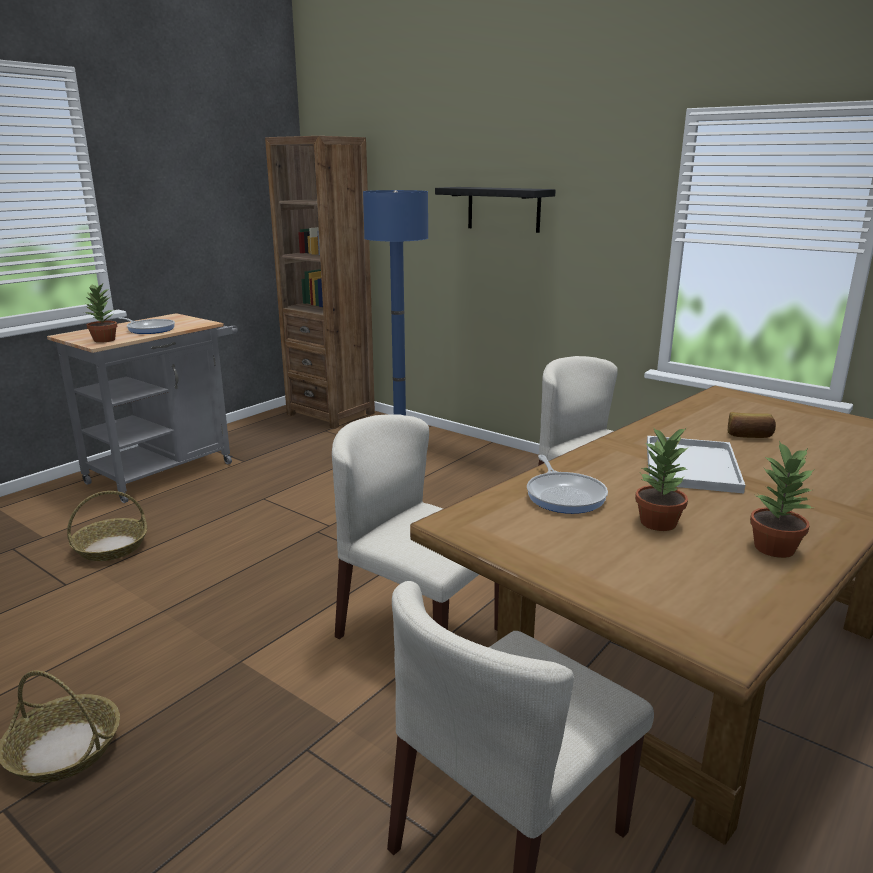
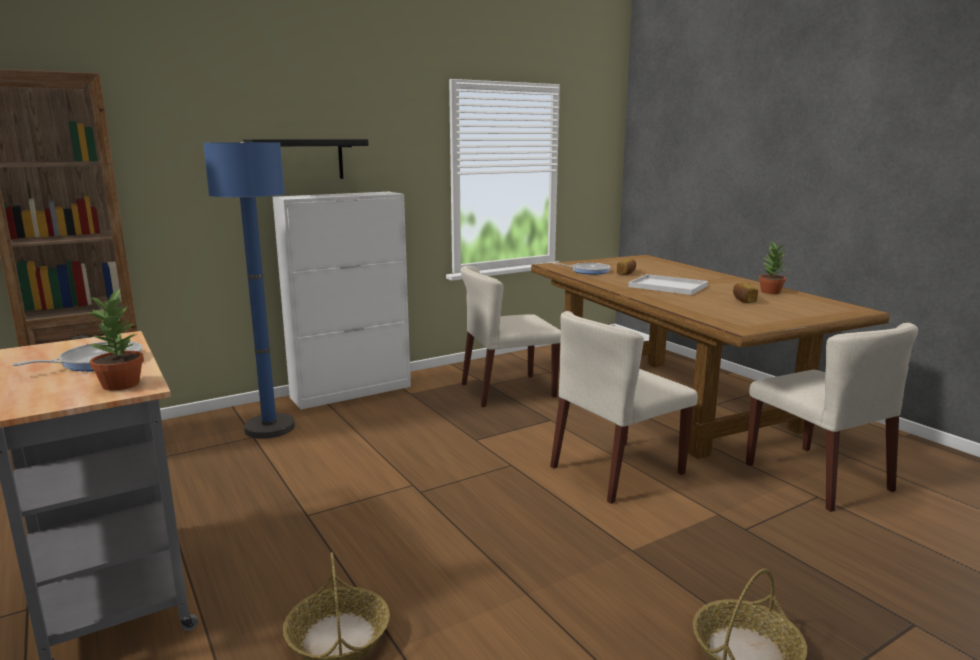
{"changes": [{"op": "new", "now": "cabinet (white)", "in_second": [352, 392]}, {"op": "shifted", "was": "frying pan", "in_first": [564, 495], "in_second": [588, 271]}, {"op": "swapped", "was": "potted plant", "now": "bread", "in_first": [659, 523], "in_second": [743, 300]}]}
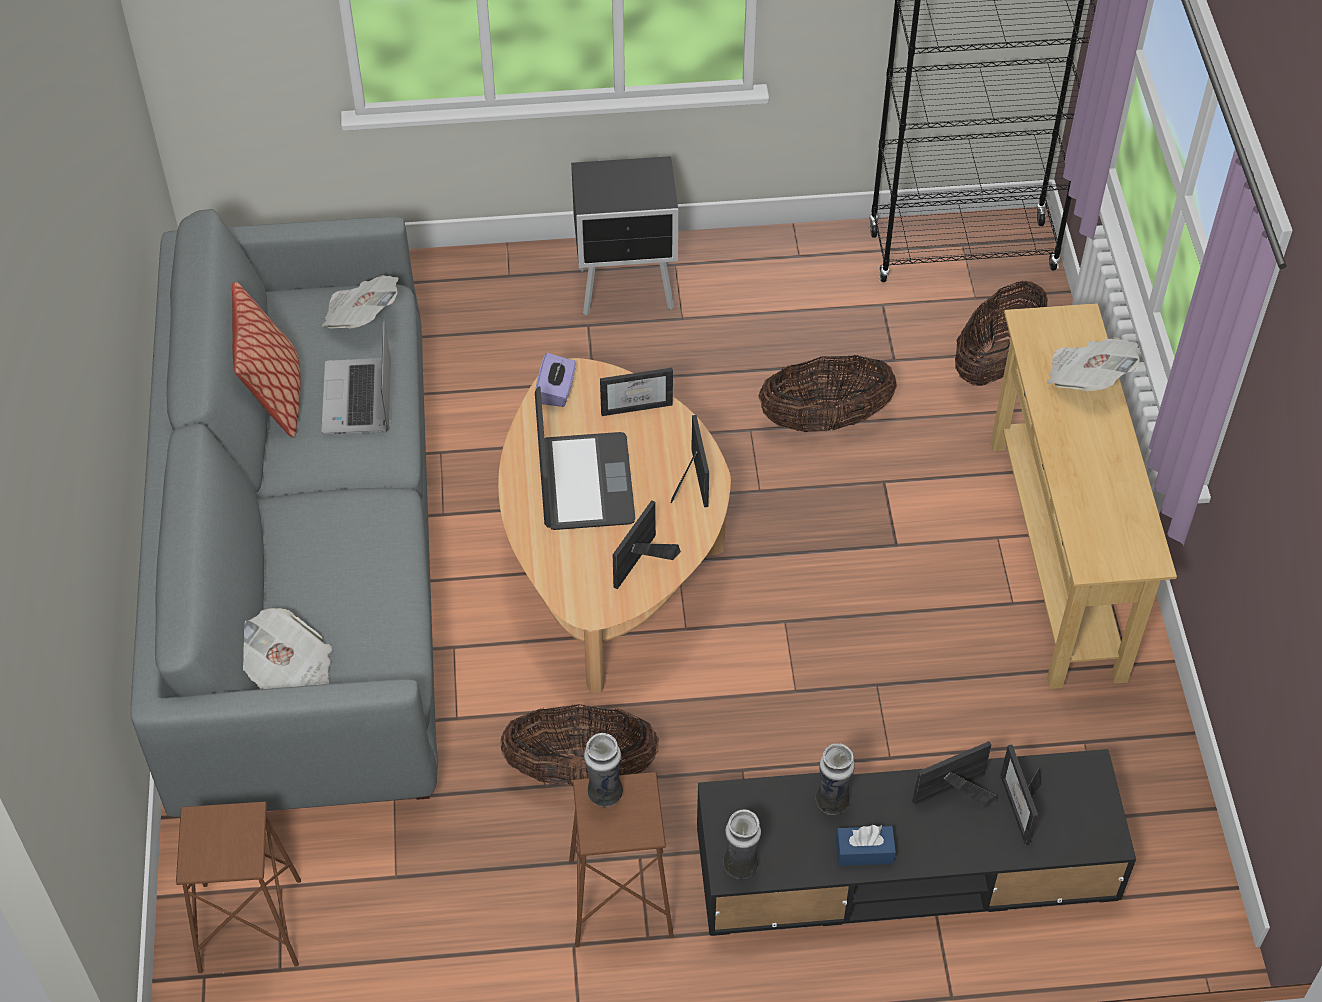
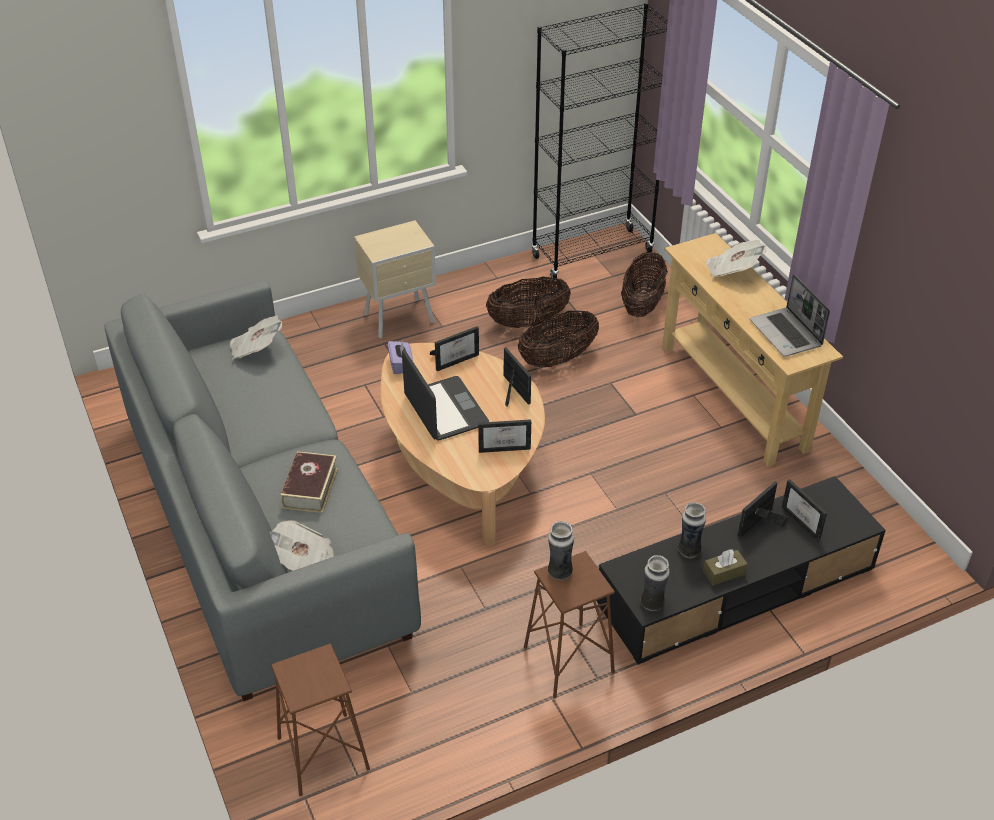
{"changes": [{"op": "gone", "was": "pillow", "in_first": [275, 396]}, {"op": "new", "now": "book", "in_second": [310, 488]}, {"op": "shifted", "was": "laptop", "in_first": [359, 399], "in_second": [786, 334]}, {"op": "shifted", "was": "basket", "in_first": [581, 770], "in_second": [528, 322]}, {"op": "repainted", "was": "nightstand (black)", "now": "nightstand (beige)", "in_first": [628, 290], "in_second": [401, 319]}, {"op": "repainted", "was": "tissue box (blue)", "now": "tissue box (brown)", "in_first": [864, 851], "in_second": [724, 573]}, {"op": "rotated", "was": "picture frame", "in_first": [640, 565], "in_second": [505, 446], "clockwise": -105}]}
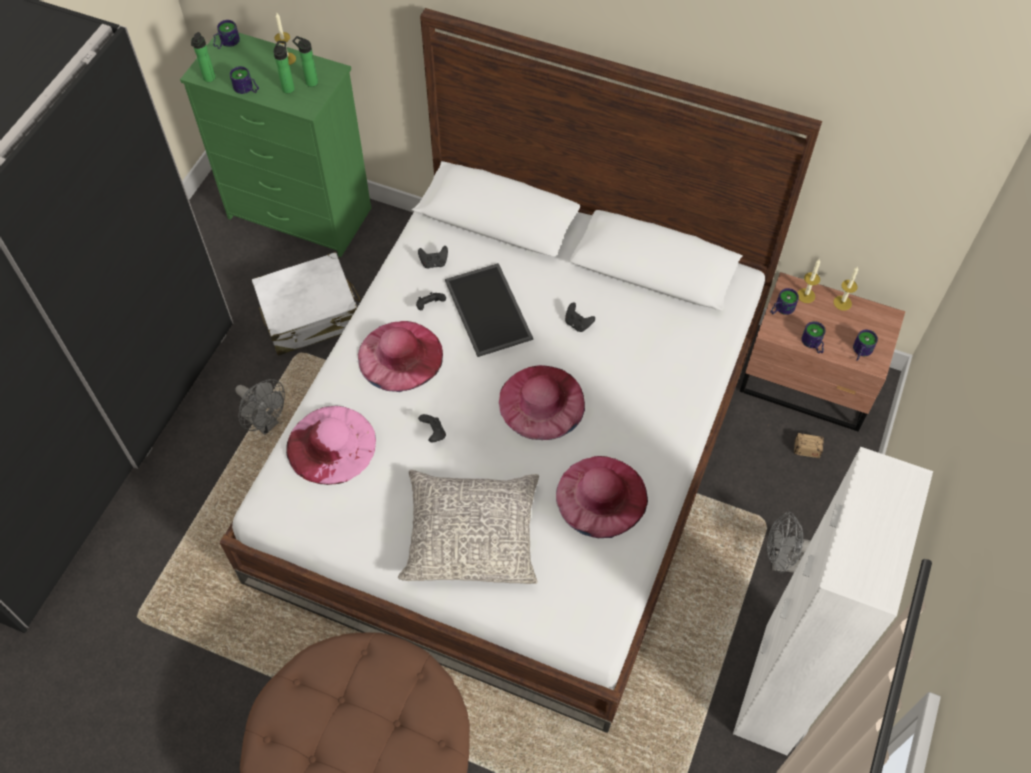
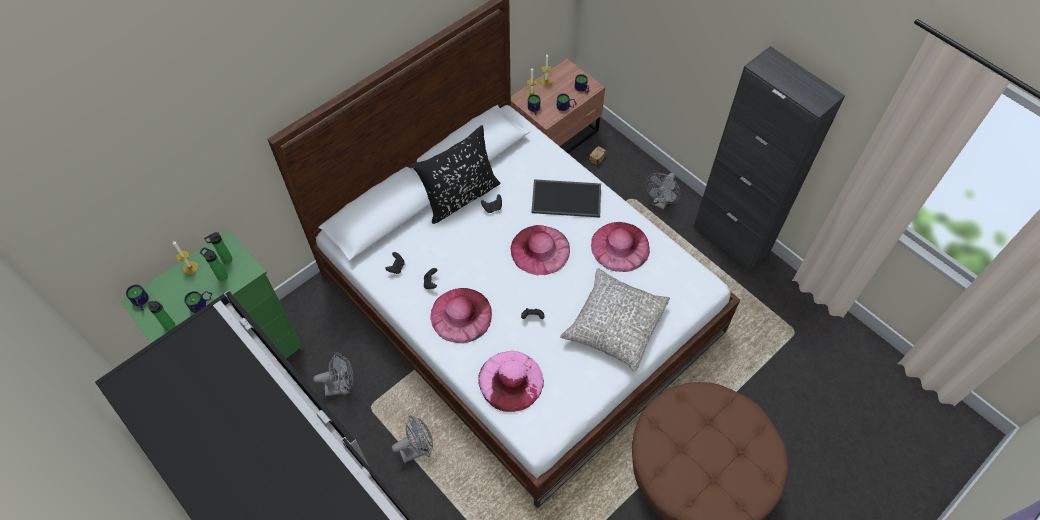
{"changes": [{"op": "new", "now": "pillow (black)", "in_second": [460, 196]}, {"op": "shifted", "was": "tray", "in_first": [490, 310], "in_second": [567, 198]}, {"op": "swapped", "was": "suitcase (white)", "now": "fan (grey)", "in_first": [310, 314], "in_second": [342, 387]}, {"op": "repainted", "was": "cabinet (white)", "now": "cabinet (black)", "in_first": [776, 687], "in_second": [731, 239]}]}
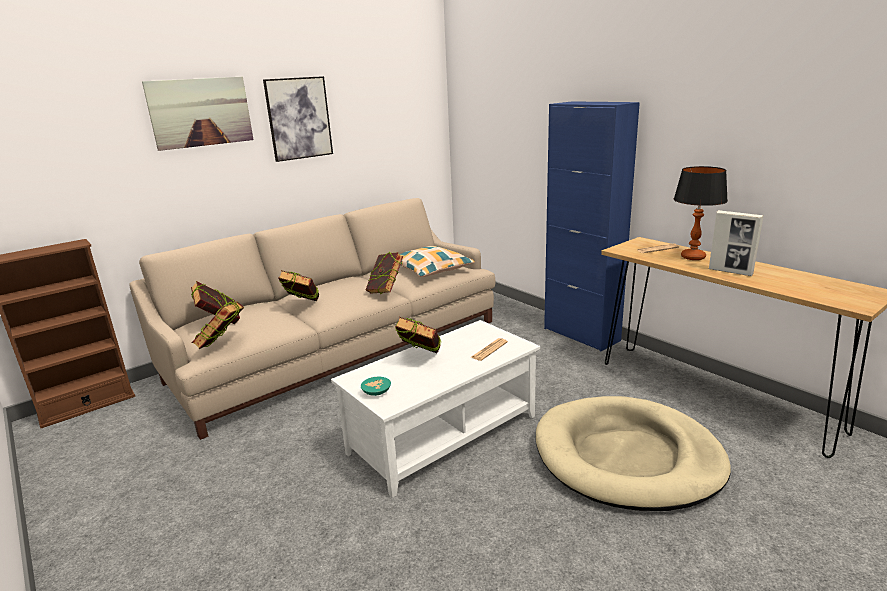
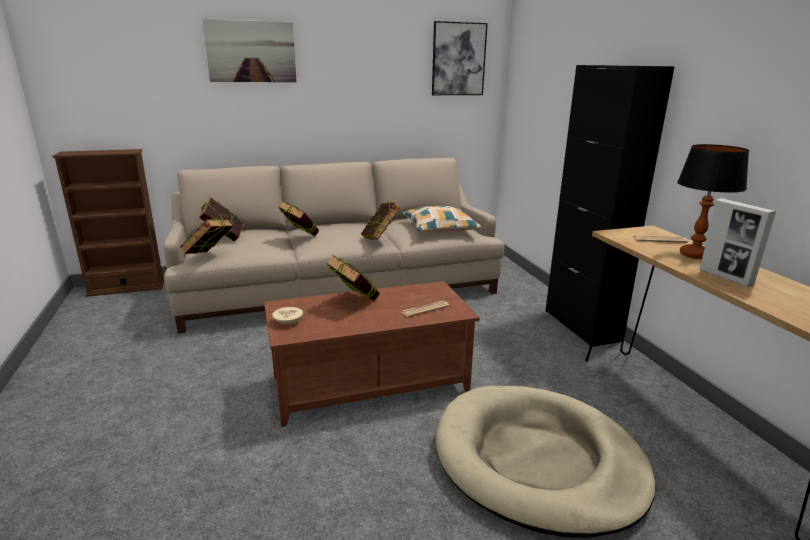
{"changes": [{"op": "shifted", "was": "picture", "in_first": [299, 118], "in_second": [458, 59]}, {"op": "repainted", "was": "coffee table (white)", "now": "coffee table (brown)", "in_first": [443, 434], "in_second": [370, 383]}, {"op": "repainted", "was": "bowl (turquoise)", "now": "bowl (beige)", "in_first": [375, 392], "in_second": [287, 321]}, {"op": "repainted", "was": "cabinet (blue)", "now": "cabinet (black)", "in_first": [581, 334], "in_second": [581, 325]}]}
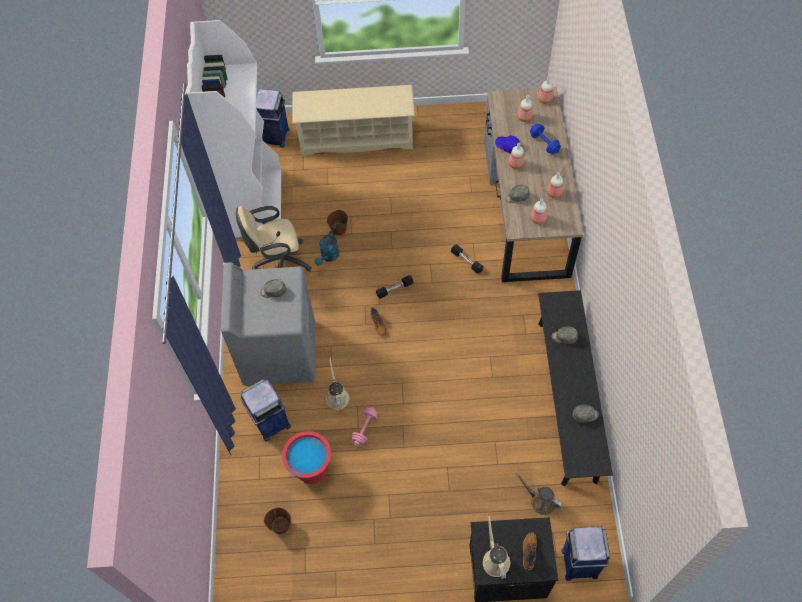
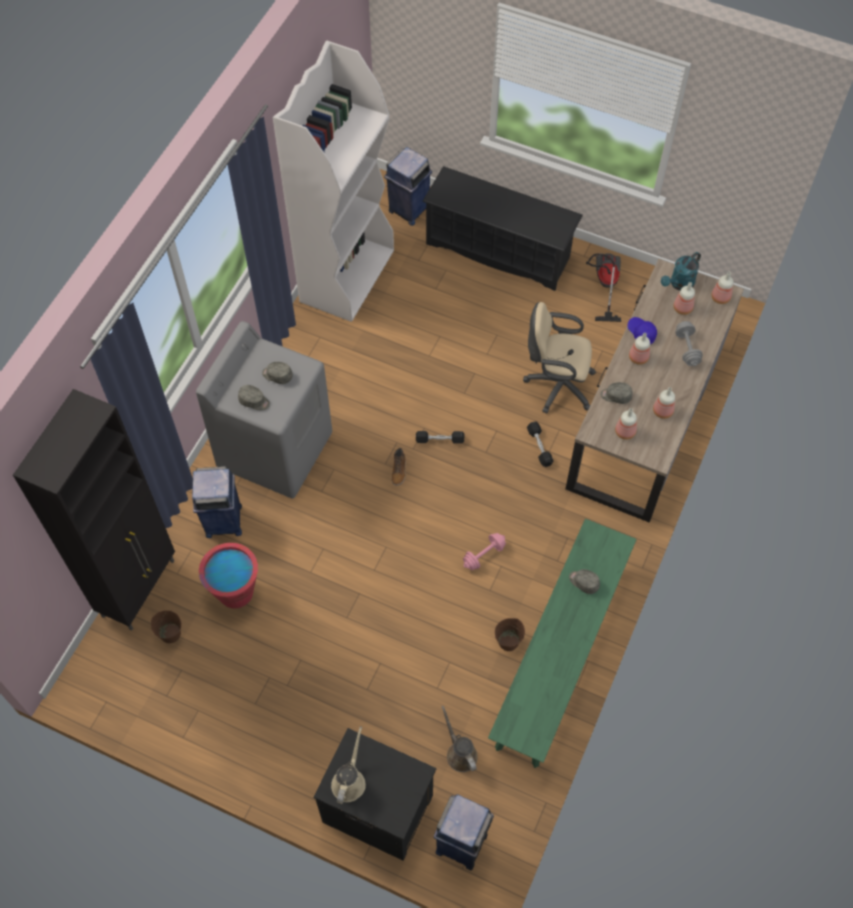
{"changes": [{"op": "gone", "was": "watering can (beige)", "in_first": [337, 396]}, {"op": "gone", "was": "boot", "in_first": [529, 552]}, {"op": "new", "now": "cabinet (black)", "in_second": [139, 587]}, {"op": "new", "now": "vacuum cleaner", "in_second": [604, 285]}, {"op": "shifted", "was": "office chair (beige)", "in_first": [278, 262], "in_second": [556, 385]}, {"op": "shifted", "was": "watering can (turquoise)", "in_first": [328, 257], "in_second": [679, 284]}, {"op": "shifted", "was": "bucket (brown)", "in_first": [339, 229], "in_second": [508, 641]}, {"op": "shifted", "was": "dumbbell (pink)", "in_first": [365, 429], "in_second": [484, 555]}, {"op": "shifted", "was": "cap (grey)", "in_first": [585, 415], "in_second": [254, 401]}, {"op": "repainted", "was": "shoe rack (beige)", "now": "shoe rack (black)", "in_first": [356, 138], "in_second": [499, 250]}, {"op": "repainted", "was": "dumbbell (blue)", "now": "dumbbell (grey)", "in_first": [544, 143], "in_second": [687, 349]}, {"op": "repainted", "was": "bench (black)", "now": "bench (green)", "in_first": [567, 399], "in_second": [559, 657]}]}
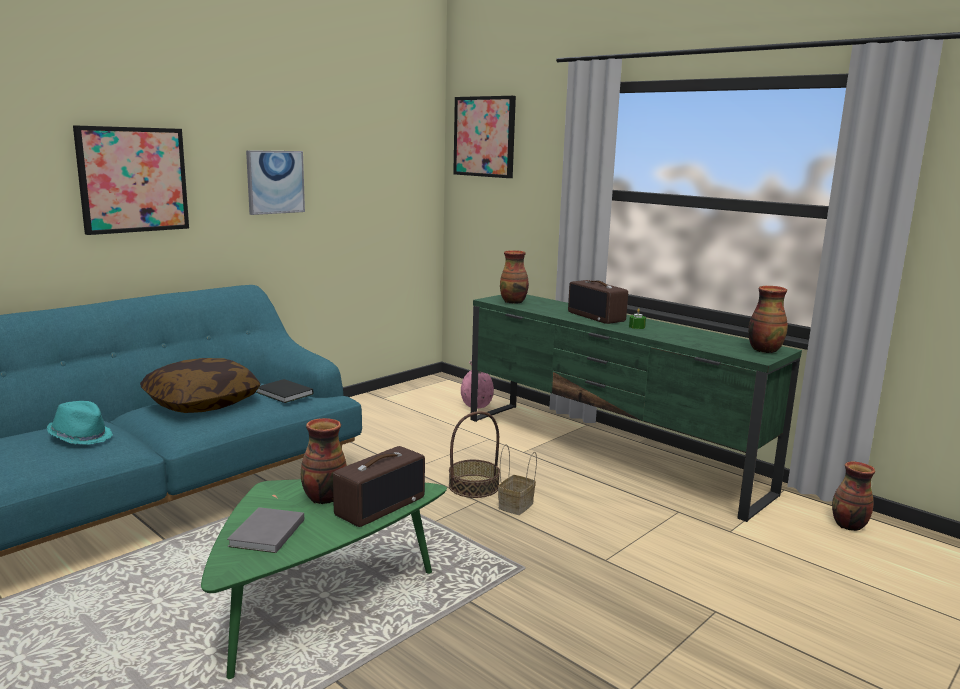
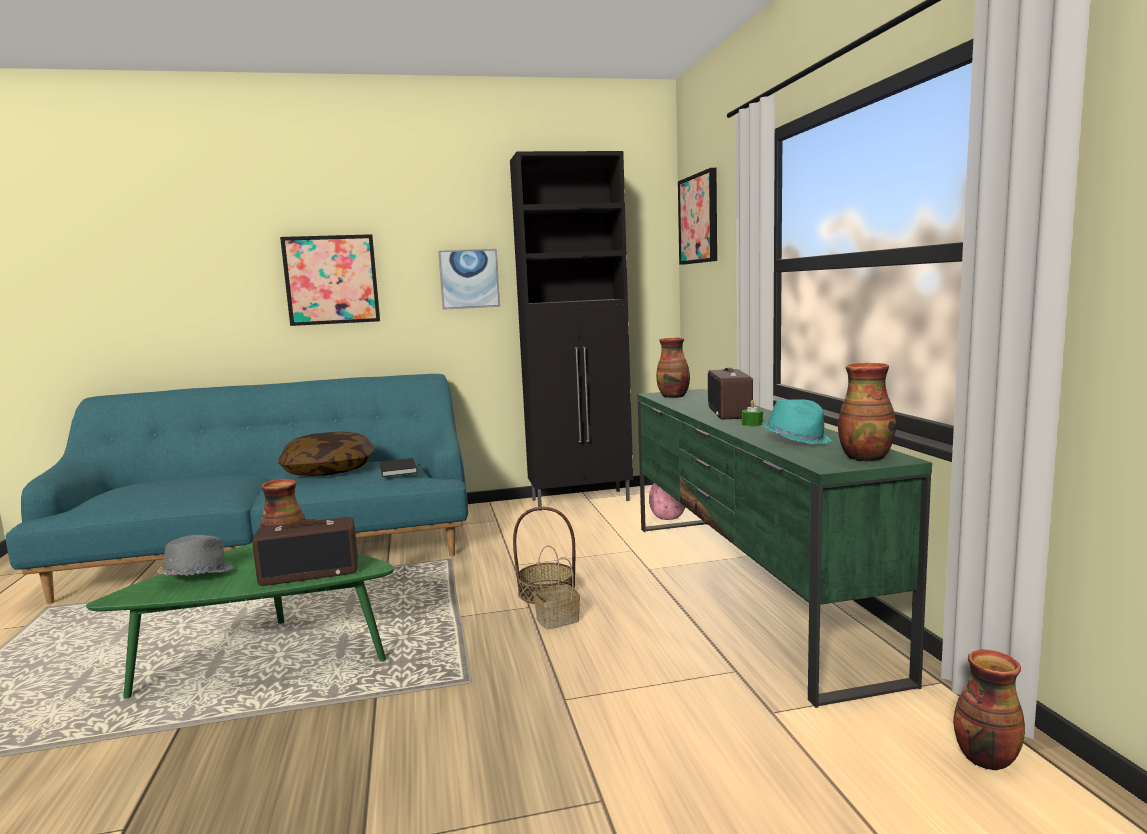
{"changes": [{"op": "new", "now": "cabinet (black)", "in_second": [582, 500]}, {"op": "shifted", "was": "hat (turquoise)", "in_first": [81, 437], "in_second": [796, 439]}, {"op": "swapped", "was": "book (grey)", "now": "hat (grey)", "in_first": [265, 533], "in_second": [196, 575]}]}
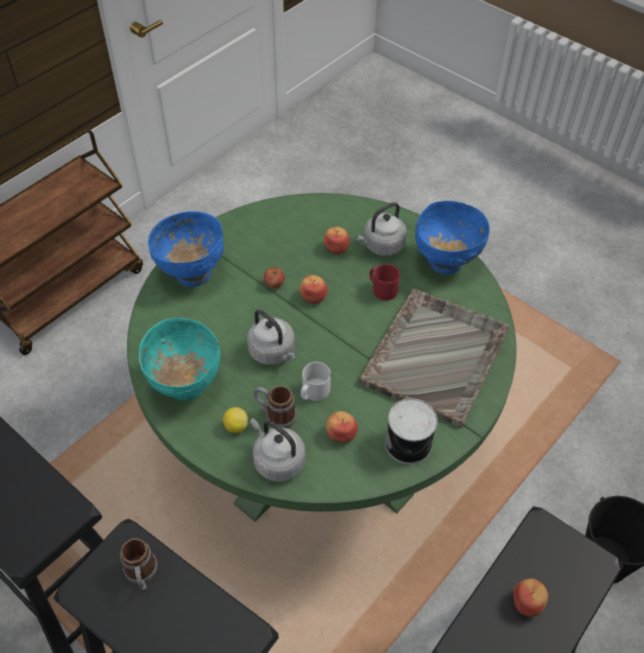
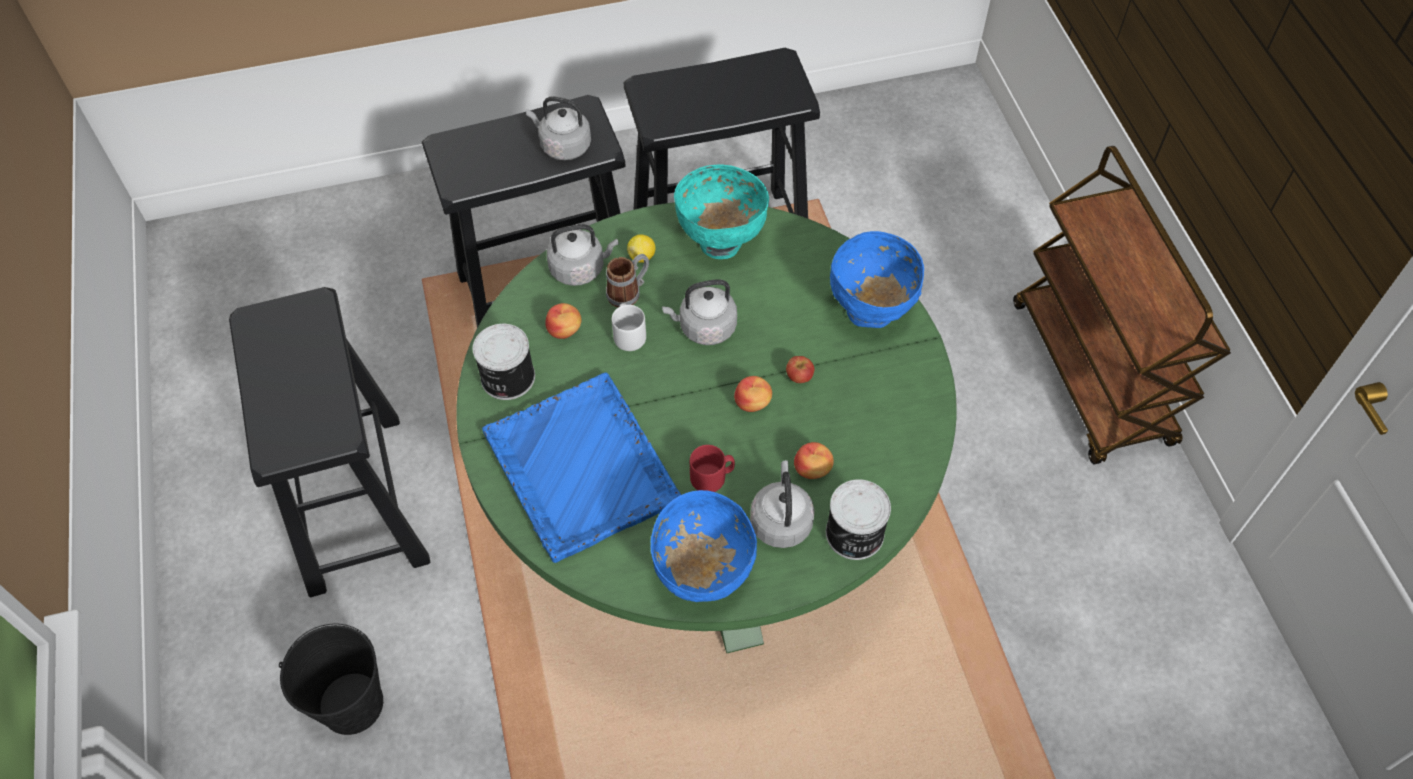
{"changes": [{"op": "gone", "was": "apple", "in_first": [527, 603]}, {"op": "new", "now": "can", "in_second": [854, 535]}, {"op": "swapped", "was": "mug", "now": "kettle (grey)", "in_first": [142, 575], "in_second": [563, 146]}, {"op": "repainted", "was": "tray (grey)", "now": "tray (blue)", "in_first": [436, 356], "in_second": [582, 469]}]}
